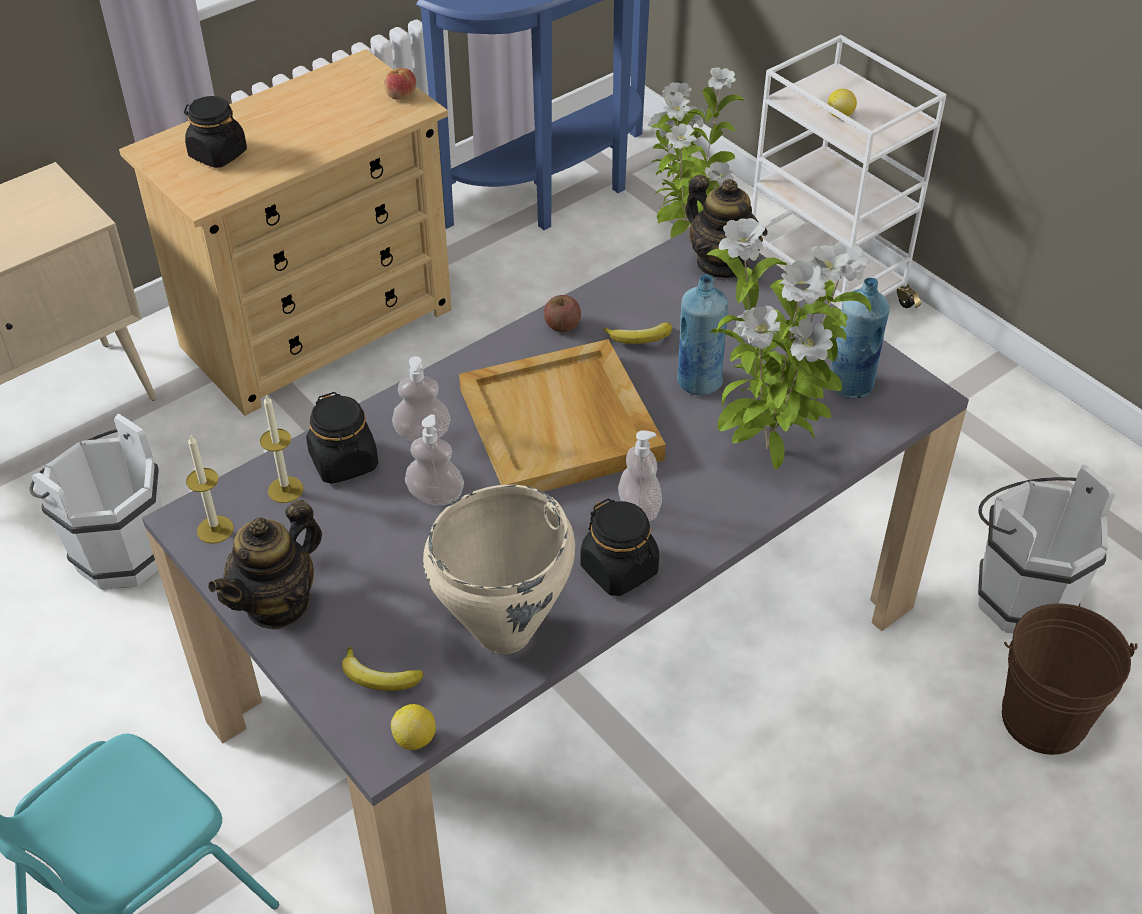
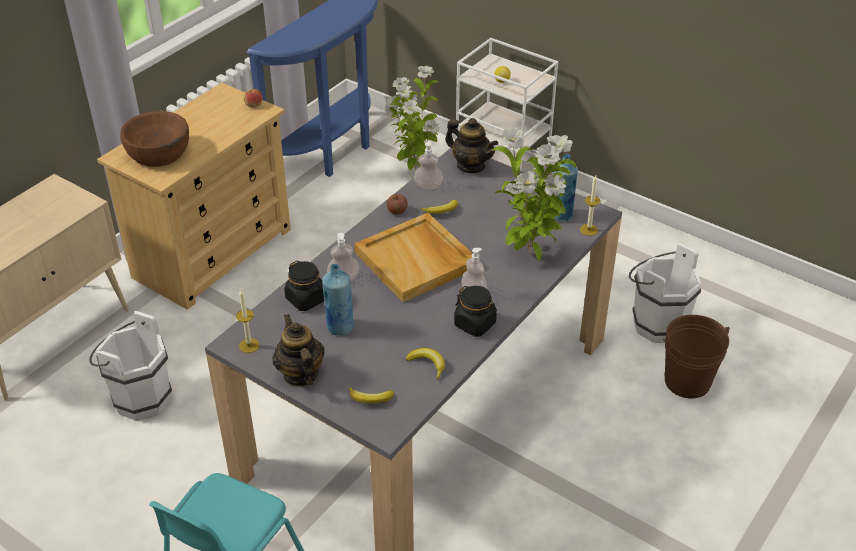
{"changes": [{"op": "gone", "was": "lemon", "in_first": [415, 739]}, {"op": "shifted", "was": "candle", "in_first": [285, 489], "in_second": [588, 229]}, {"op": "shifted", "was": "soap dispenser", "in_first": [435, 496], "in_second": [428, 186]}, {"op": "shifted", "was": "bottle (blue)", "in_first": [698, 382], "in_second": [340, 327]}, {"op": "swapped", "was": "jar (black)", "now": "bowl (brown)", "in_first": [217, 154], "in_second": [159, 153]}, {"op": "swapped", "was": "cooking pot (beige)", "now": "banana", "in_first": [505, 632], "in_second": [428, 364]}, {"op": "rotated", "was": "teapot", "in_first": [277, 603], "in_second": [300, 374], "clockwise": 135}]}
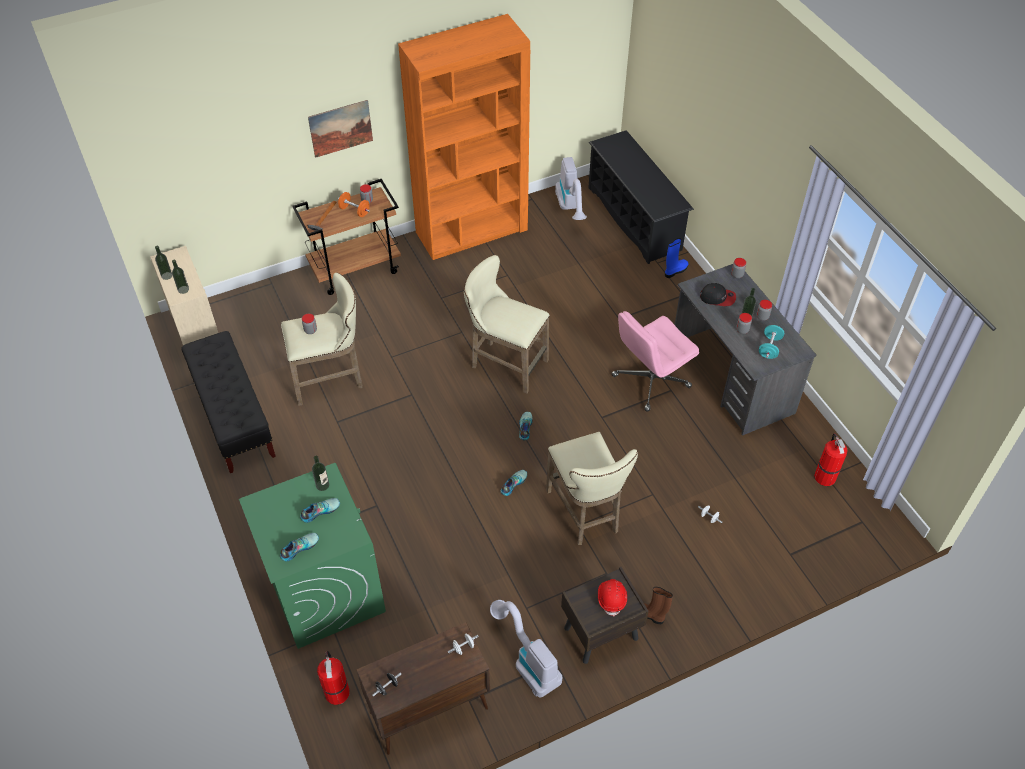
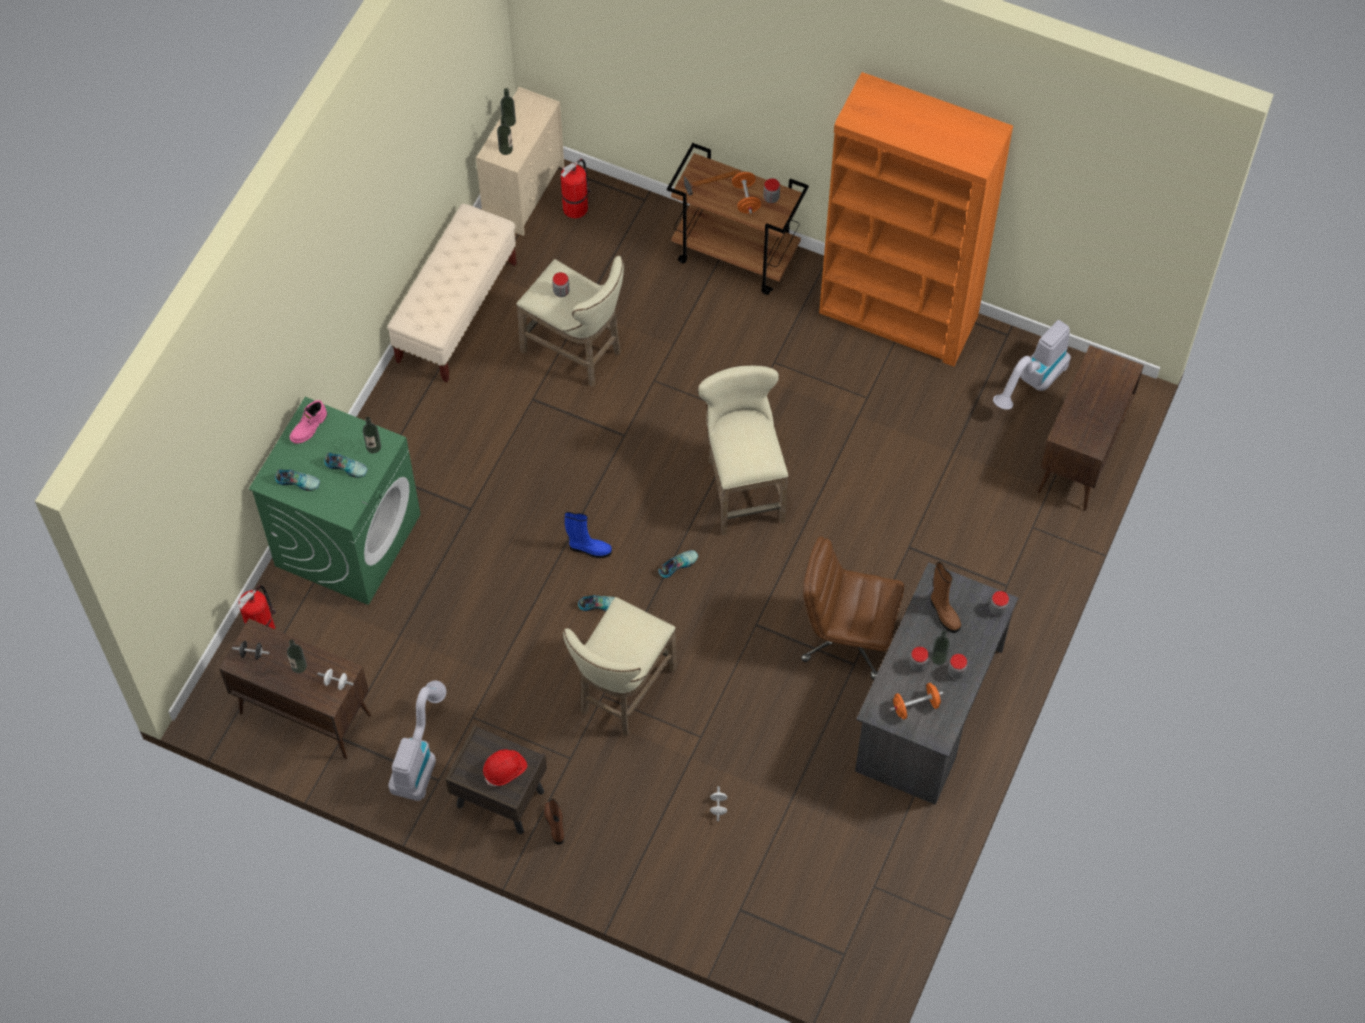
{"changes": [{"op": "gone", "was": "picture", "in_first": [340, 128]}, {"op": "new", "now": "bottle", "in_second": [299, 666]}, {"op": "new", "now": "boot (pink)", "in_second": [309, 428]}, {"op": "shifted", "was": "boot (blue)", "in_first": [675, 271], "in_second": [589, 549]}, {"op": "shifted", "was": "fire extinguisher", "in_first": [824, 476], "in_second": [576, 207]}, {"op": "swapped", "was": "shoe rack (black)", "now": "cabinet (brown)", "in_first": [634, 219], "in_second": [1081, 457]}, {"op": "swapped", "was": "cap", "now": "boot (brown)", "in_first": [717, 297], "in_second": [943, 613]}, {"op": "repainted", "was": "bench (black)", "now": "bench (beige)", "in_first": [234, 418], "in_second": [457, 312]}, {"op": "repainted", "was": "office chair (pink)", "now": "office chair (brown)", "in_first": [650, 382], "in_second": [847, 637]}, {"op": "repainted", "was": "dumbbell (turquoise)", "now": "dumbbell (orange)", "in_first": [769, 348], "in_second": [915, 706]}]}
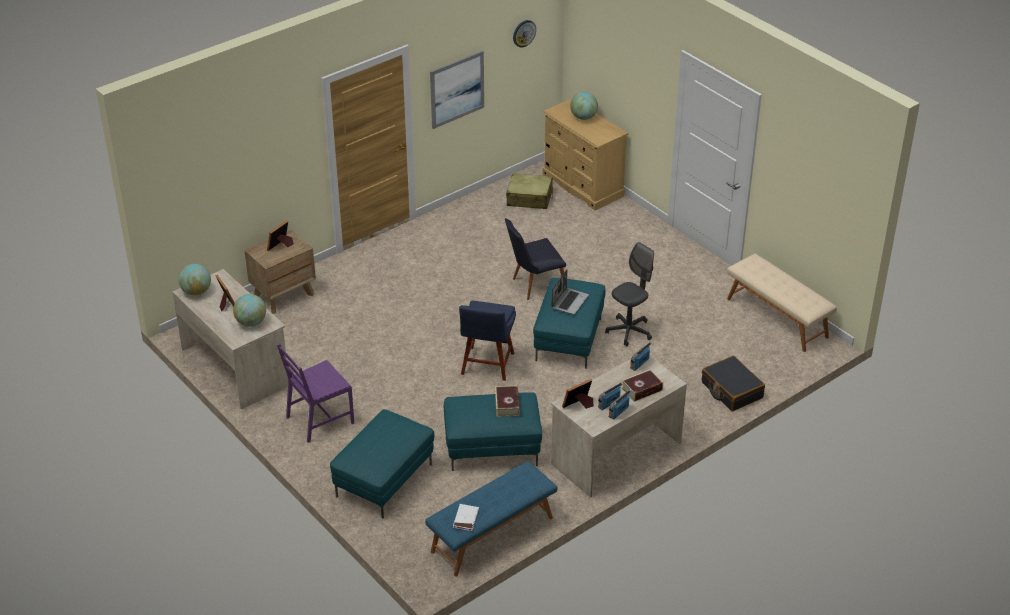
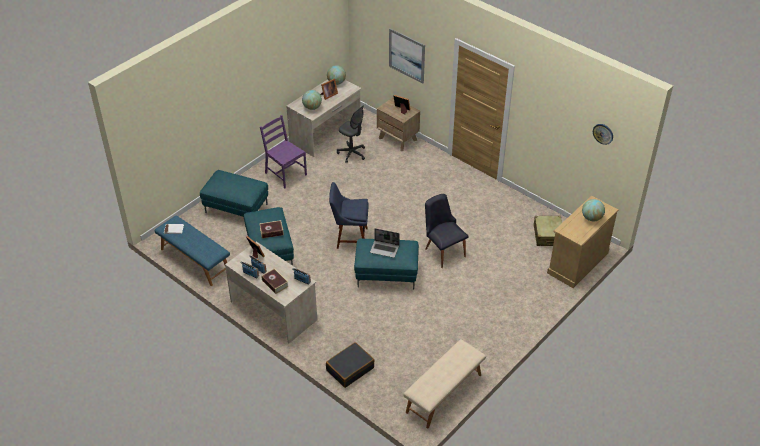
{"changes": [{"op": "shifted", "was": "picture", "in_first": [457, 89], "in_second": [406, 55]}, {"op": "shifted", "was": "office chair (grey)", "in_first": [629, 331], "in_second": [352, 153]}]}
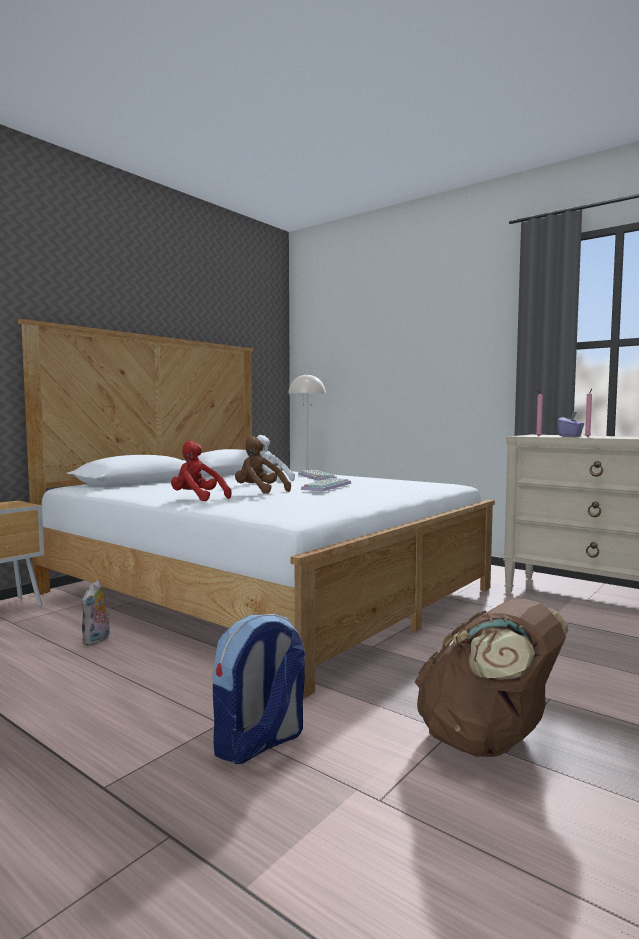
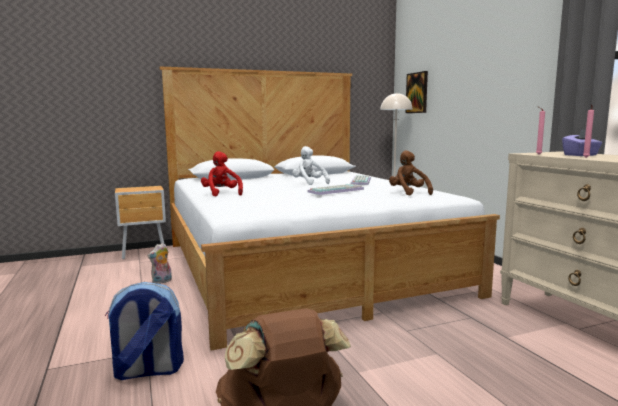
{"changes": [{"op": "new", "now": "picture", "in_second": [417, 93]}, {"op": "shifted", "was": "plush toy (brown)", "in_first": [259, 491], "in_second": [408, 193]}]}
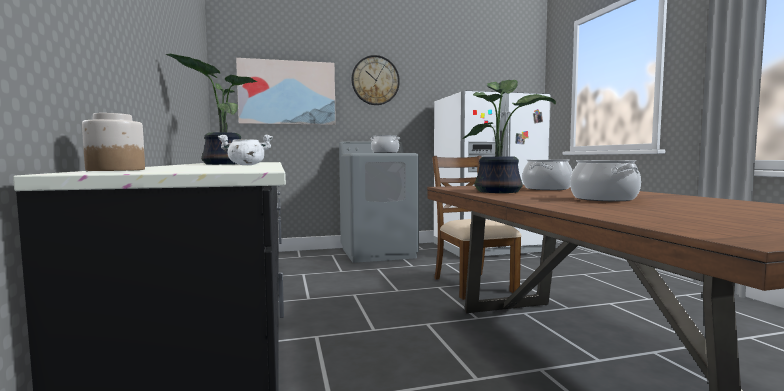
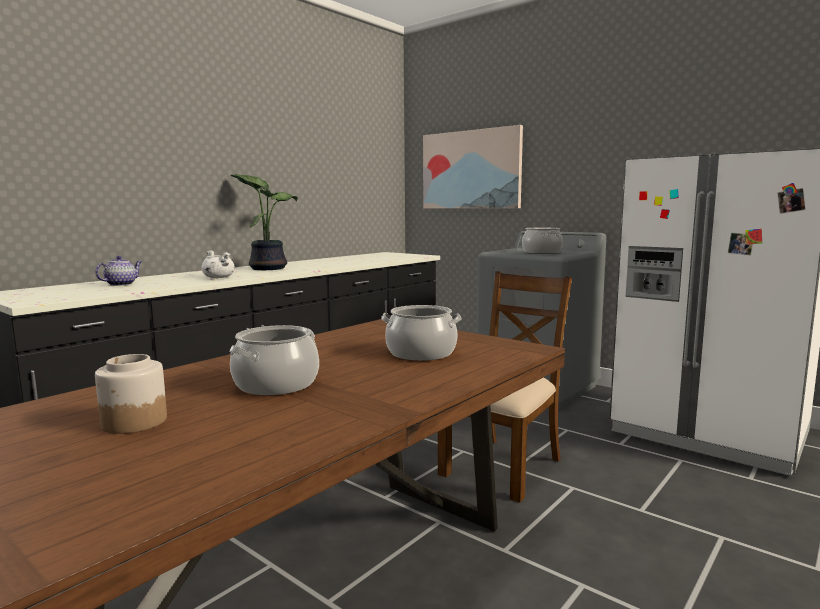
{"changes": [{"op": "gone", "was": "wall clock", "in_first": [375, 80]}, {"op": "gone", "was": "potted plant", "in_first": [500, 191]}, {"op": "new", "now": "teapot", "in_second": [121, 284]}, {"op": "shifted", "was": "jar", "in_first": [115, 170], "in_second": [134, 422]}]}
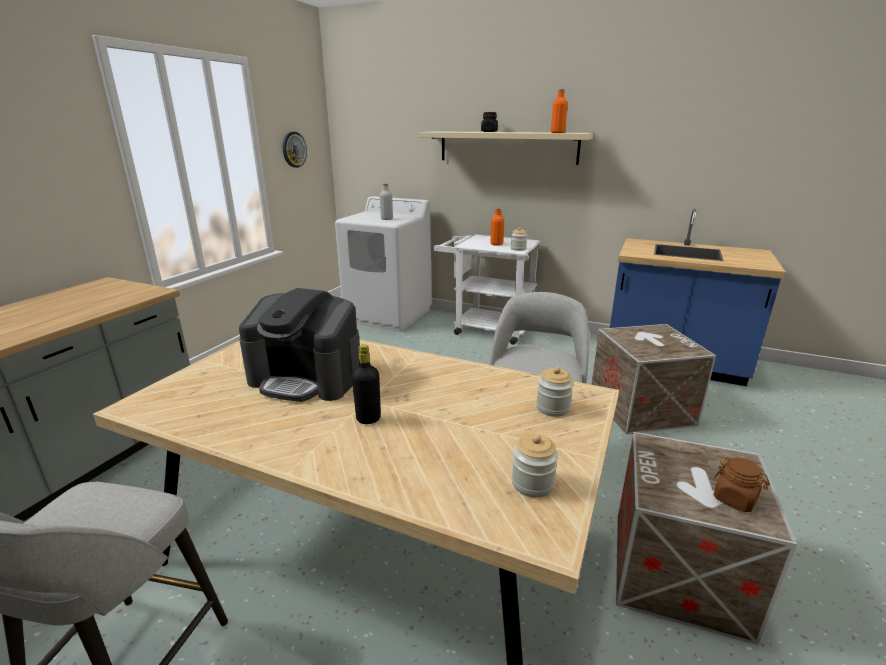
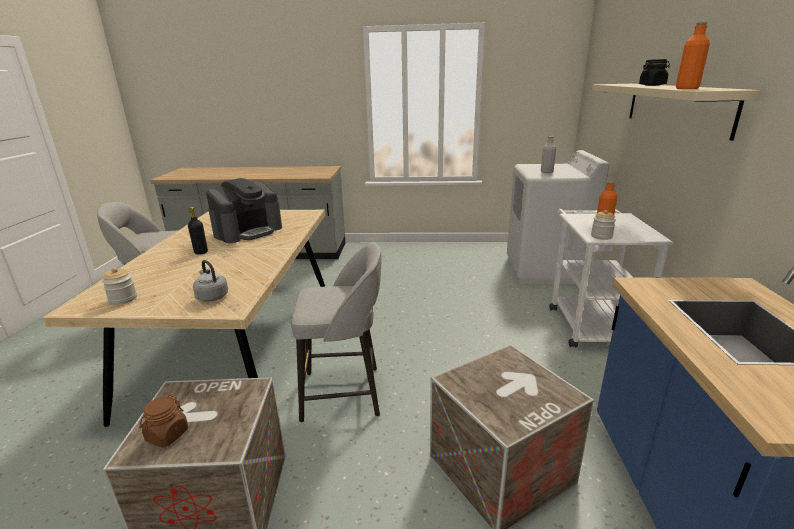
{"changes": [{"op": "gone", "was": "wall clock", "in_first": [294, 149]}, {"op": "swapped", "was": "jar", "now": "kettle (grey)", "in_first": [552, 408], "in_second": [211, 296]}, {"op": "rotated", "was": "coffee machine", "in_first": [307, 378], "in_second": [248, 231], "clockwise": -135}]}
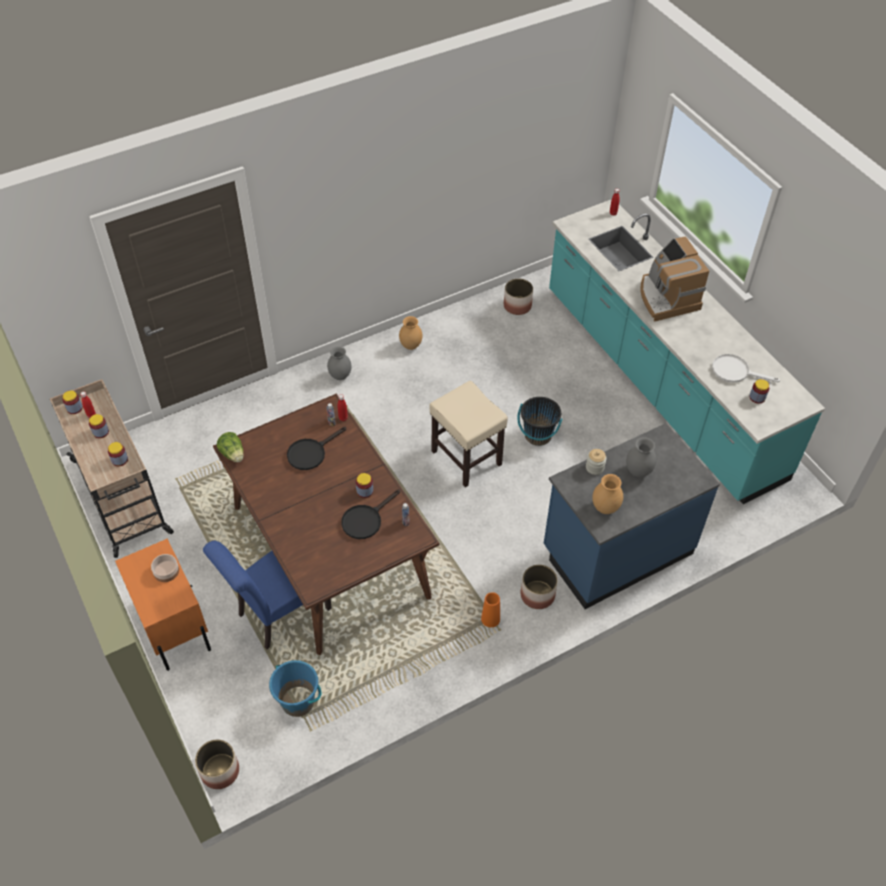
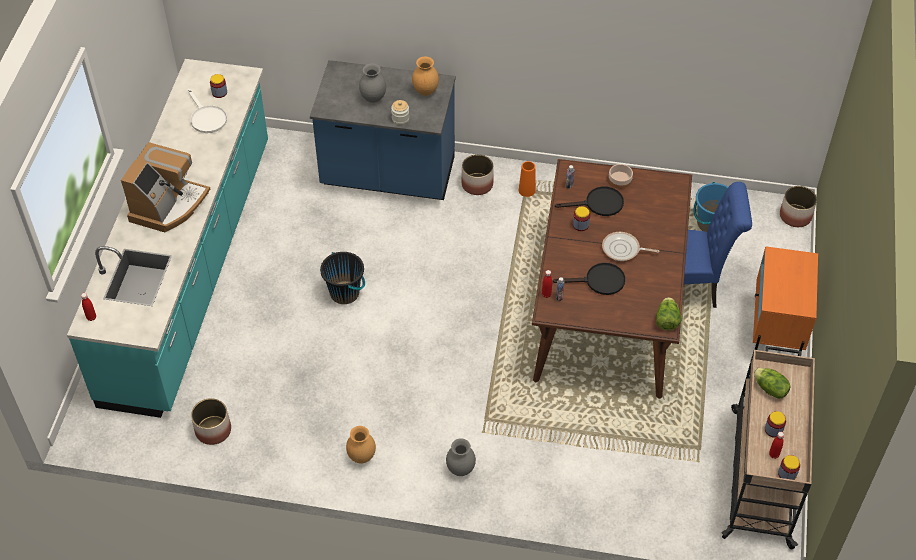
{"changes": [{"op": "gone", "was": "stool (beige)", "in_first": [465, 457]}, {"op": "new", "now": "frying pan", "in_second": [623, 249]}, {"op": "shifted", "was": "bowl", "in_first": [166, 571], "in_second": [620, 179]}, {"op": "swapped", "was": "jar", "now": "lettuce", "in_first": [119, 460], "in_second": [769, 389]}]}
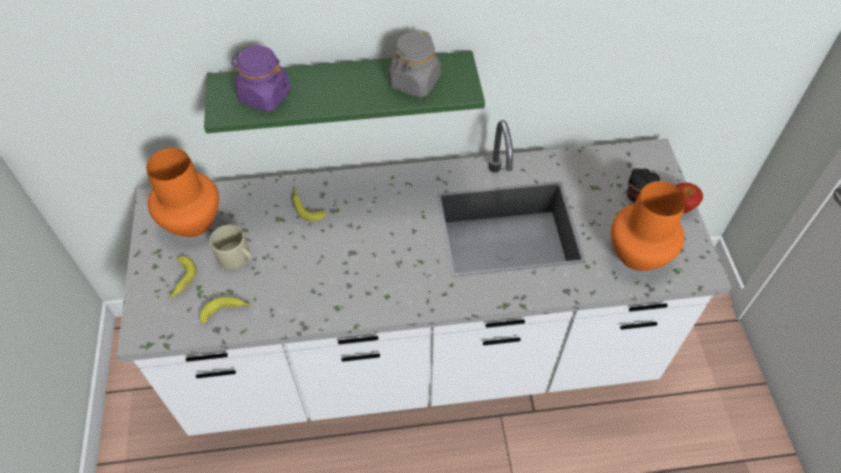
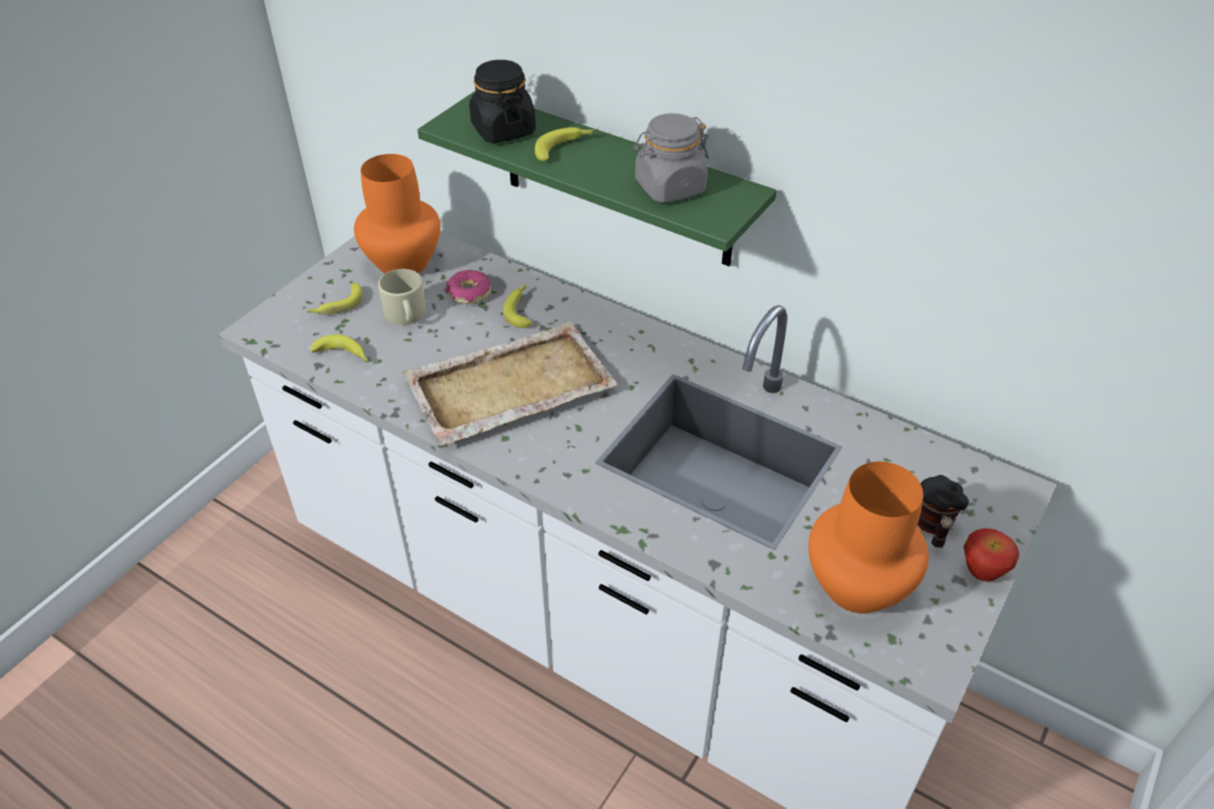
{"changes": [{"op": "new", "now": "tray (beige)", "in_second": [508, 387]}, {"op": "new", "now": "donut", "in_second": [469, 293]}, {"op": "new", "now": "banana", "in_second": [564, 148]}, {"op": "repainted", "was": "jar (purple)", "now": "jar (black)", "in_first": [264, 96], "in_second": [503, 130]}]}
